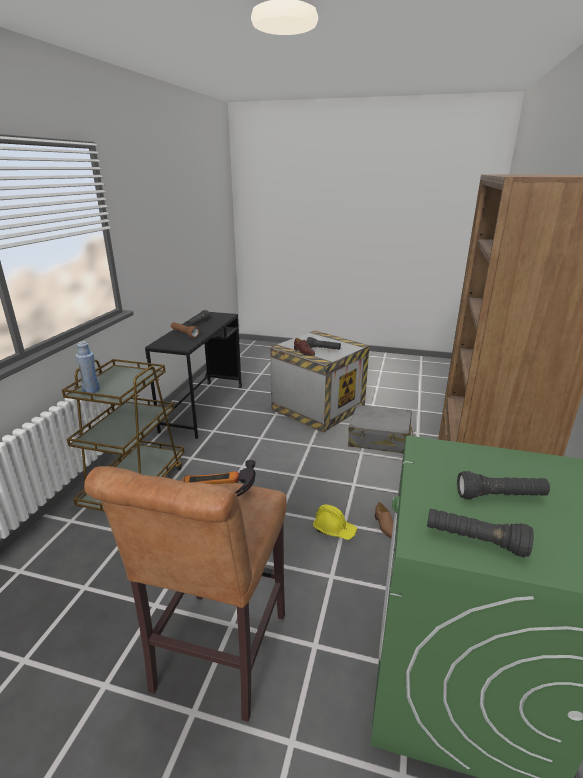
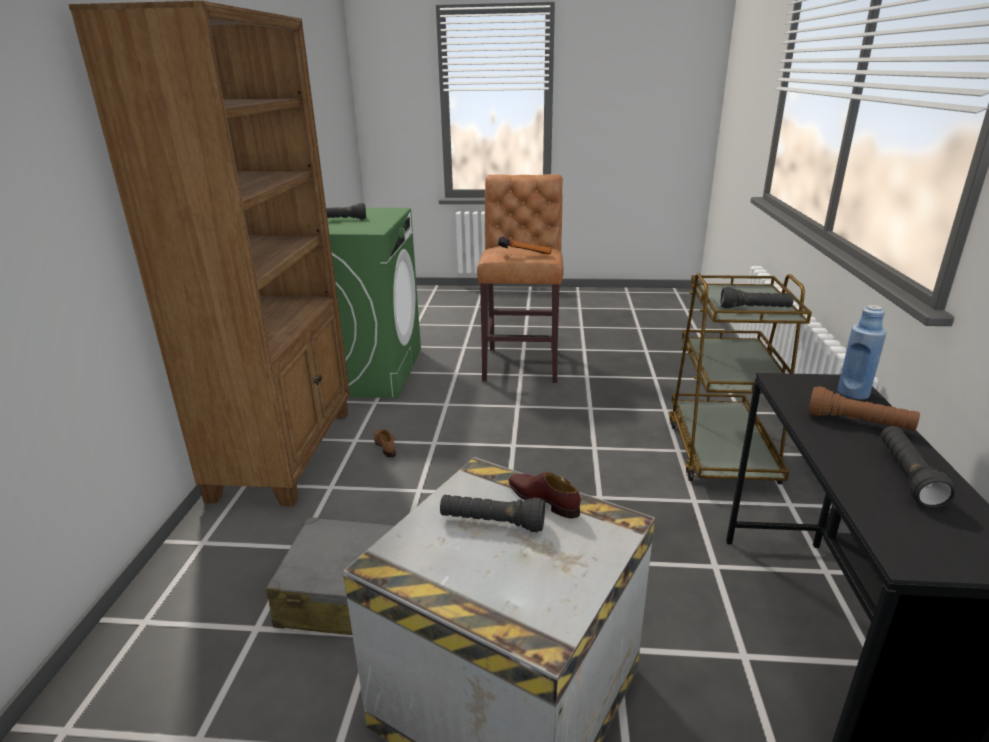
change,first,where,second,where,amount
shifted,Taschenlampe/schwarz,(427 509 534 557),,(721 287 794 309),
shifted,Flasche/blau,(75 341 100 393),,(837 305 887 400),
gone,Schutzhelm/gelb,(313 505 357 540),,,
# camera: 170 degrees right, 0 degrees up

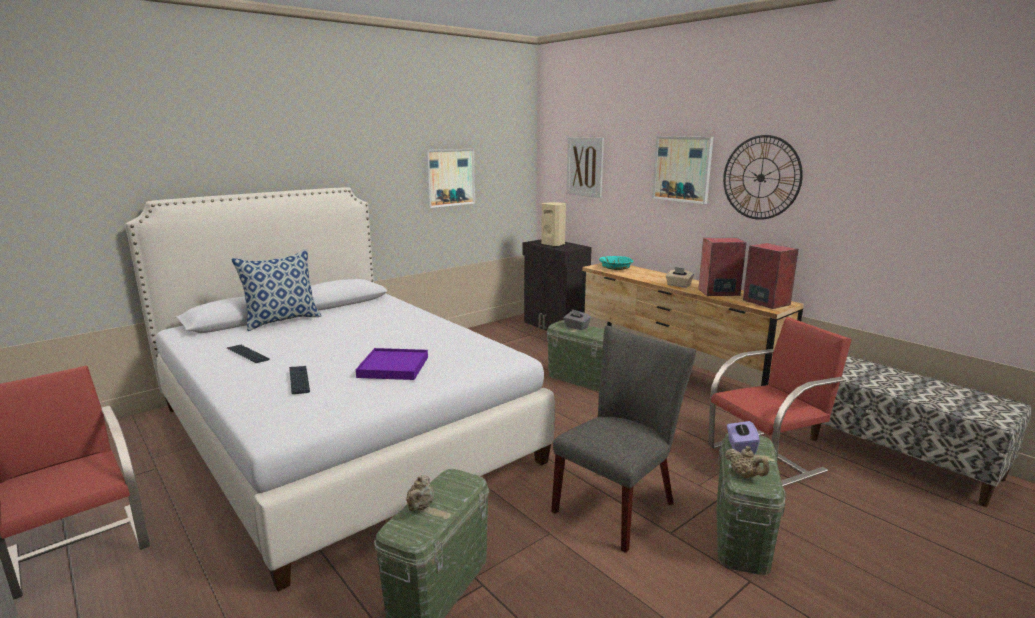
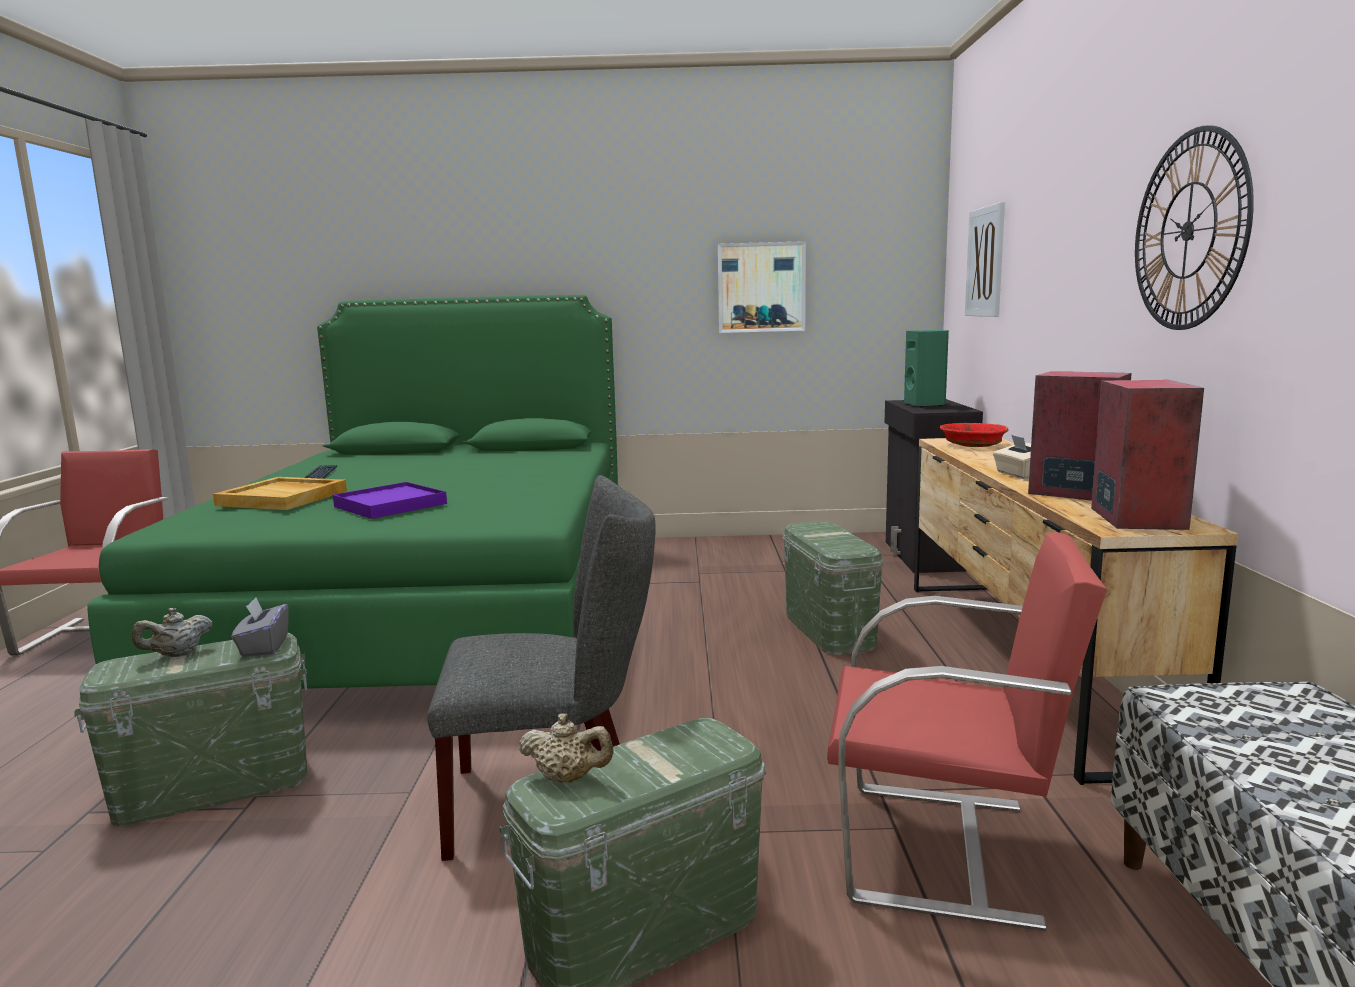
change,first,where,second,where,amount
repainted,Bett/weiß,(125 187 555 592),Bett/grün,(87 295 618 689),
swapped,Tastatur,(289 366 310 394),Tablett/beige,(213 477 347 510),
shifted,Taschentuchbox/grau,(563 309 591 330),,(232 597 289 657),
rotated,Teekanne/beige,(725 446 770 478),,(519 714 614 783),75 degrees counterclockwise
repainted,Lautsprecher/beige,(541 202 566 247),Lautsprecher/grün,(904 330 949 407),
repainted,Schüssel/türkis,(599 256 633 270),Schüssel/rot,(940 423 1008 447),
gone,Kissen,(231 249 322 331),,,
gone,Bild,(652 136 713 204),,,
gone,Taschentuchbox/lila,(727 419 760 455),,,
# camera: 40 degrees right, 5 degrees down

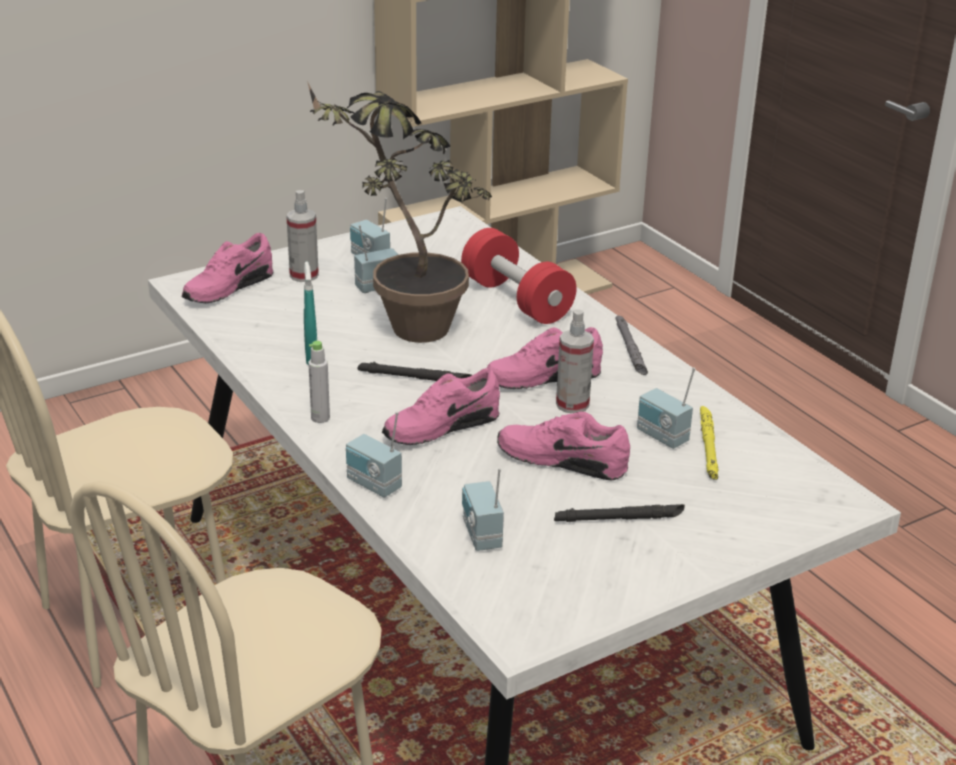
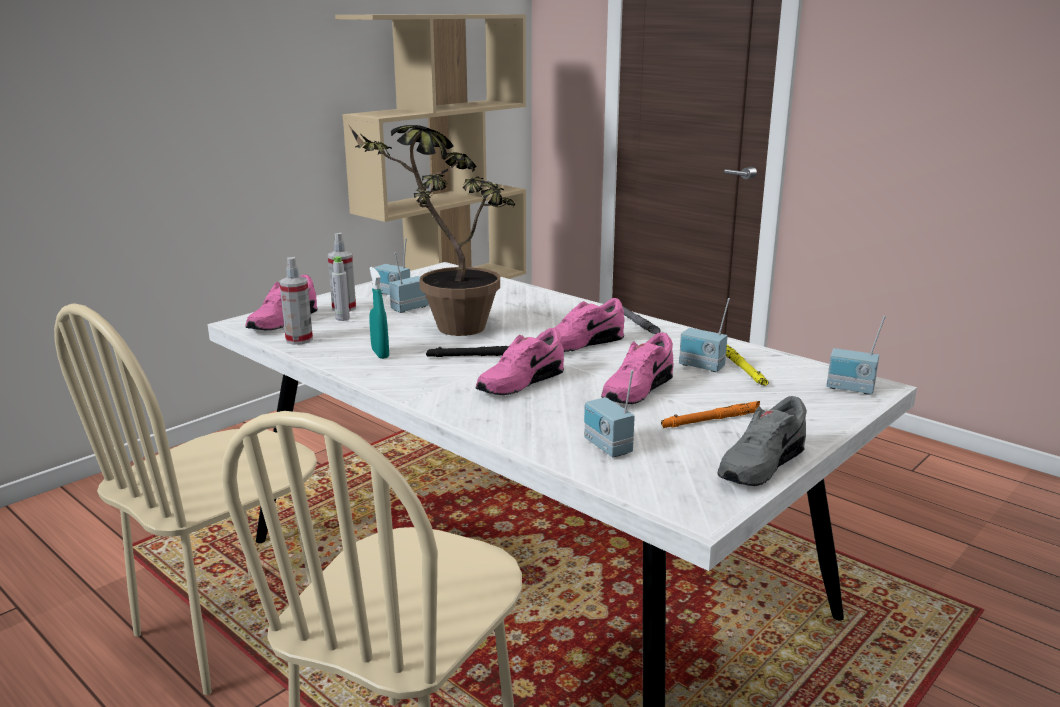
change,first,where,second,where,amount
shifted,Sprühflasche,(556 309 594 413),,(279 257 313 345),
shifted,Flasche/grau,(308 341 330 423),,(332 256 350 321),
rotated,Schuh/rosa,(497 411 630 481),,(601 333 674 404),60 degrees counterclockwise
repainted,Taschenlampe/schwarz,(554 504 685 522),Taschenlampe/orange,(661 401 760 428),
new,,,Schuh/grau,(718 396 807 486),
shifted,Radio,(346 412 402 498),,(827 316 886 395),
gone,Hantel/rot,(461 228 577 324),,,
# camera: 15 degrees left, 10 degrees down

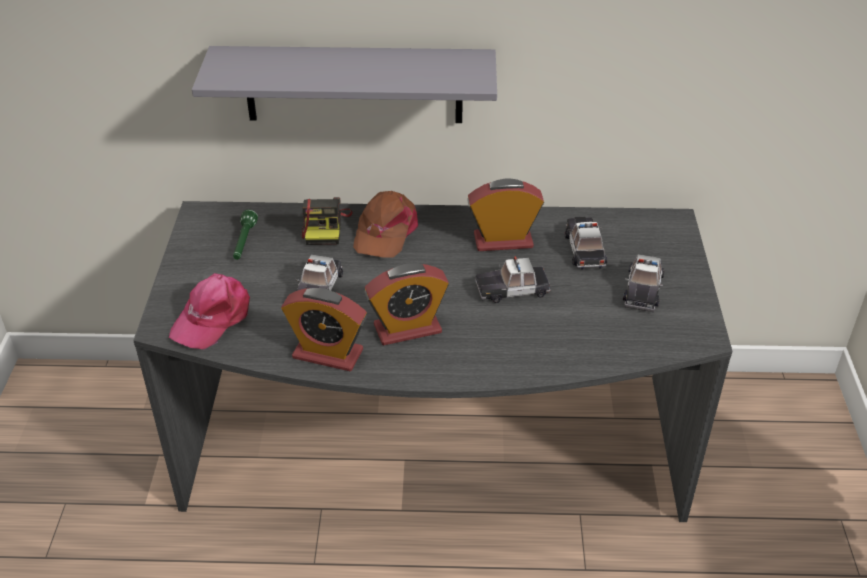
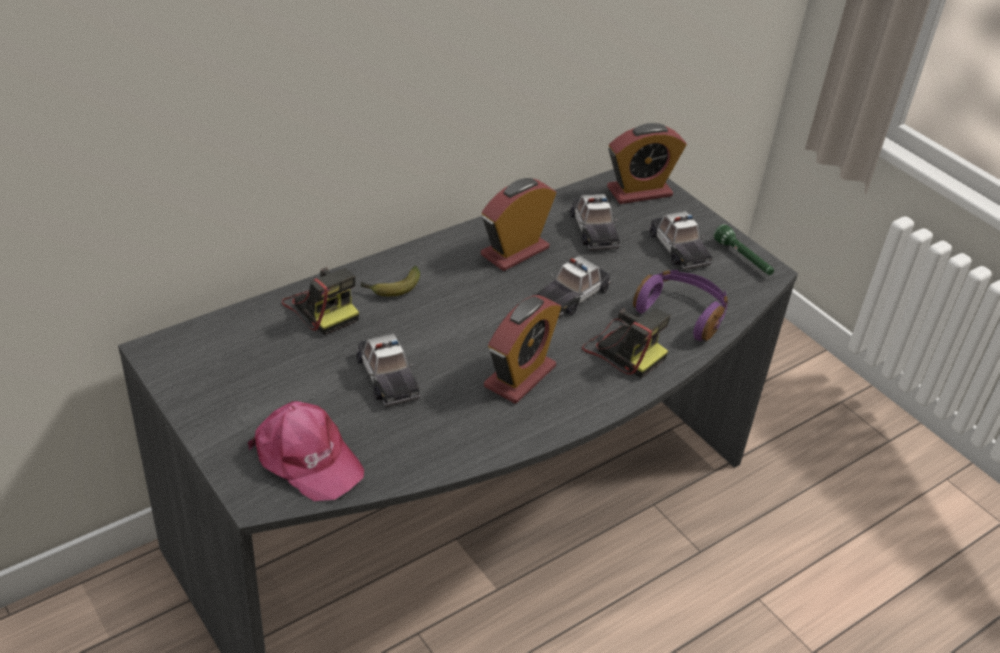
change,first,where,second,where,amount
rotated,Kappe/rosa,(169 273 250 349),,(248 401 364 501),45 degrees counterclockwise
swapped,Kappe/braun,(353 191 418 257),Banane,(360 266 420 297),
rotated,Spielzeugauto,(565 217 607 270),,(570 194 620 251),150 degrees counterclockwise
new,,,Kamera,(582 308 671 378),
shifted,Wecker,(281 288 367 371),,(607 123 687 204),
new,,,Kopfhörer/lila,(633 270 728 341),
shifted,Taschenlampe/grün,(233 210 258 260),,(714 224 774 275),
gone,Wandregal/grau,(192 46 497 123),,,
# camera: 40 degrees left, 0 degrees up

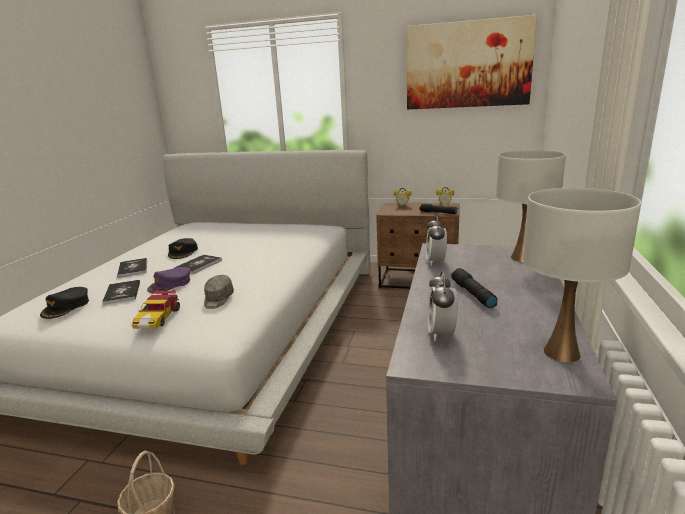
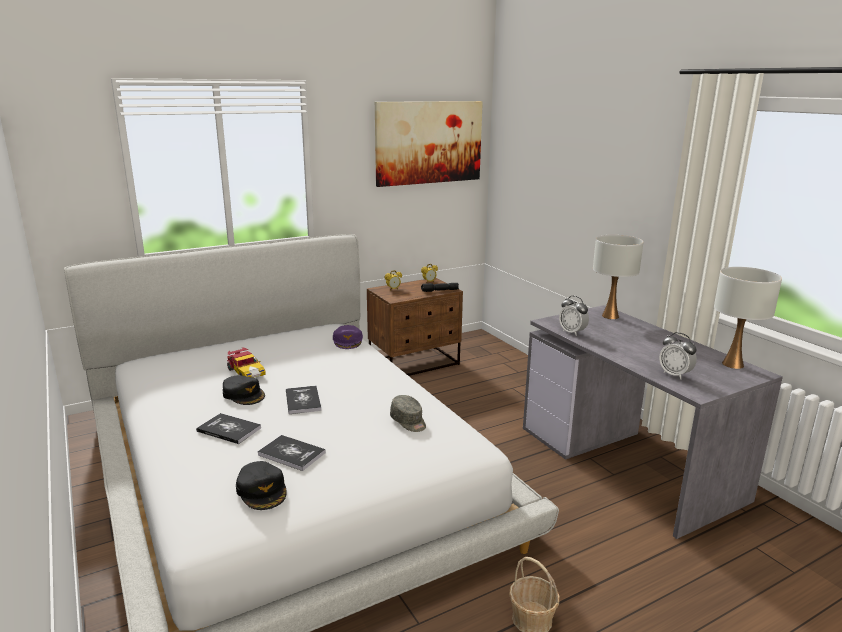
change,first,where,second,where,amount
shifted,Spielzeugauto,(132 289 180 329),,(227 347 266 378),
shifted,Kappe/lila,(147 267 191 293),,(333 325 363 349),
gone,Taschenlampe/schwarz,(451 268 497 308),,,
# camera: 45 degrees left, 0 degrees up

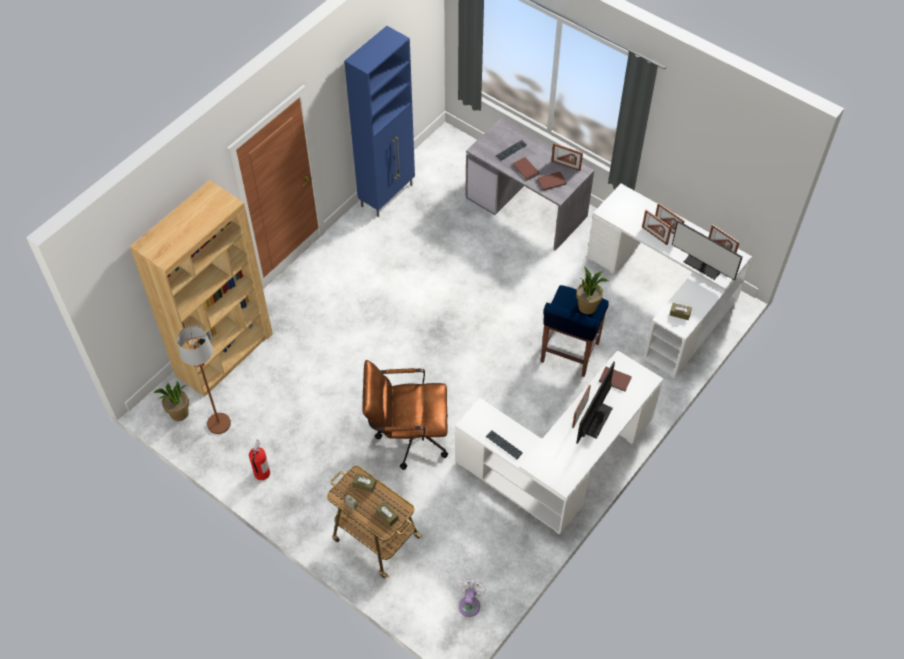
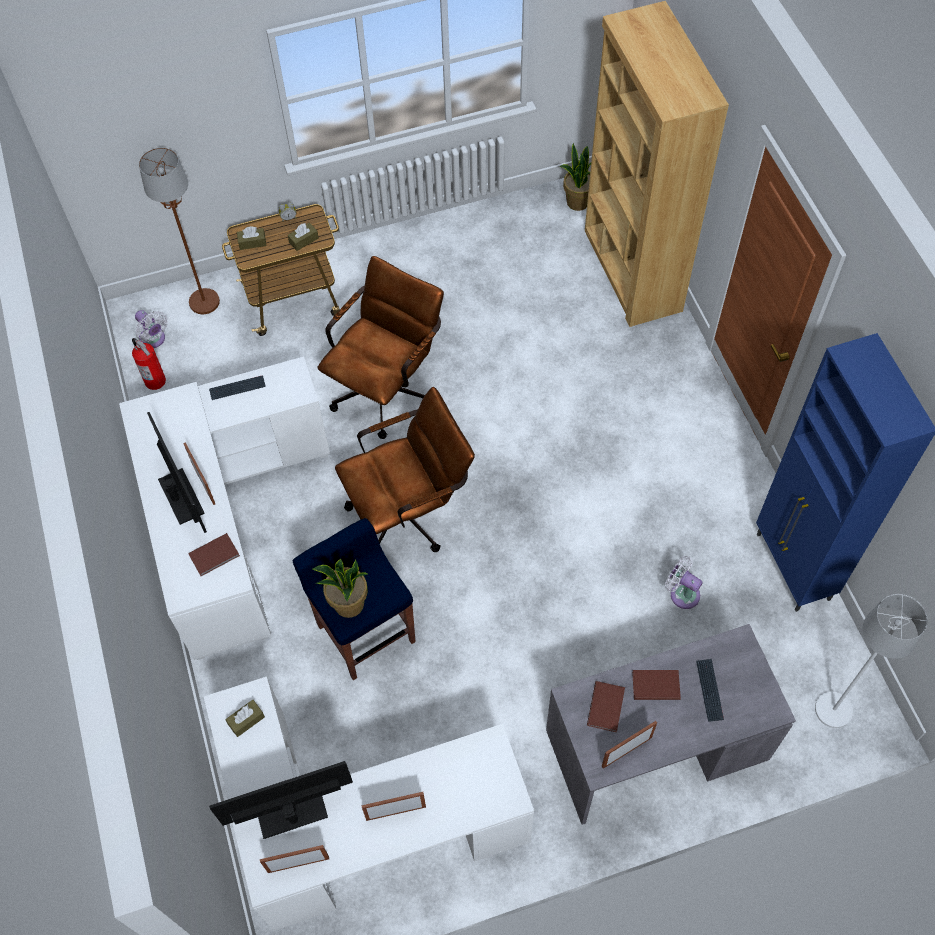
change,first,where,second,where,amount
shifted,Feuerlöscher,(249 440 270 480),,(132 338 166 390),
shifted,Stehlampe/braun,(177 326 231 434),,(139 148 220 314),
new,,,Bürostuhl/braun,(335 387 475 552),
new,,,Ventilator/weiß,(665 556 703 609),
new,,,Stehlampe/weiß,(815 594 928 728),
gone,Bilderrahmen,(642 209 672 245),,,
# camera: 125 degrees right, 5 degrees up

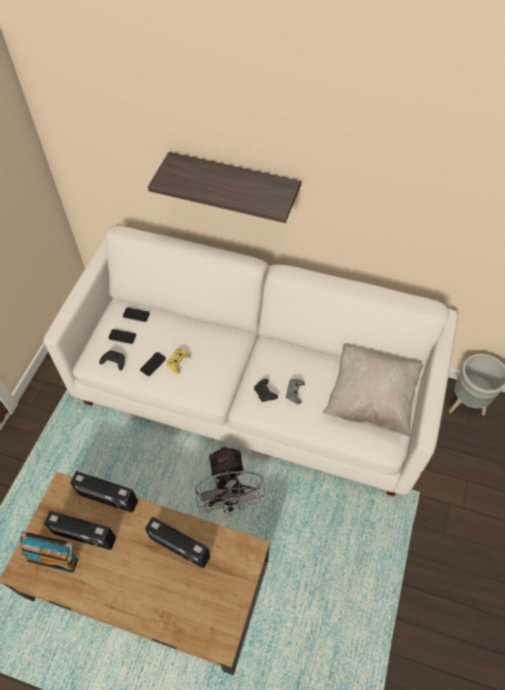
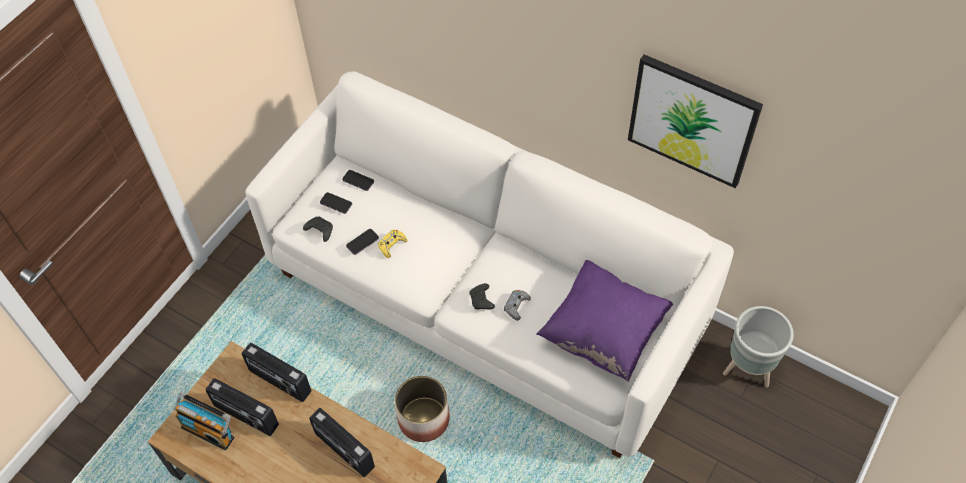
change,first,where,second,where,amount
swapped,Ventilator/grau,(195 445 265 513),Pflanzkübel,(395 376 450 442),
repainted,Kissen/beige,(322 343 423 437),Kissen/lila,(536 260 673 382),
new,,,Bild,(628 55 763 188),
gone,Wandregal,(148 152 301 223),,,
# camera: 15 degrees right, 0 degrees up

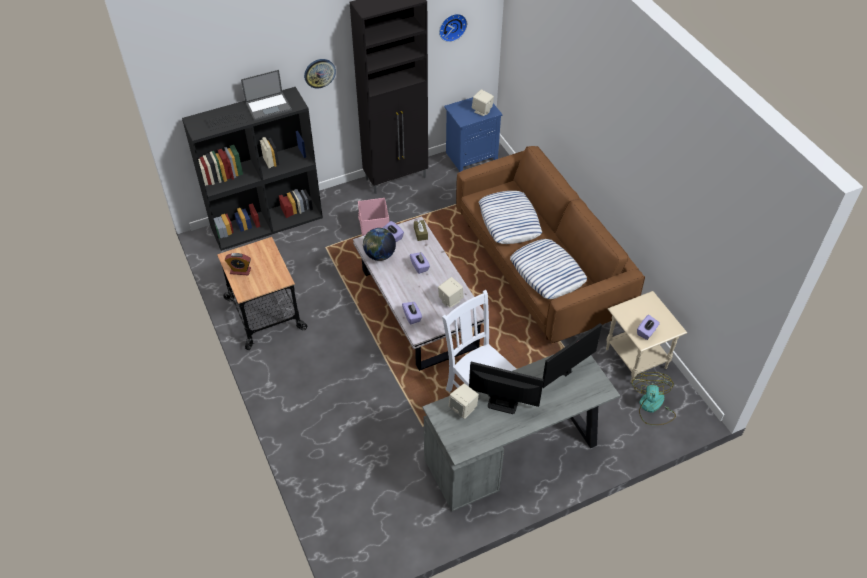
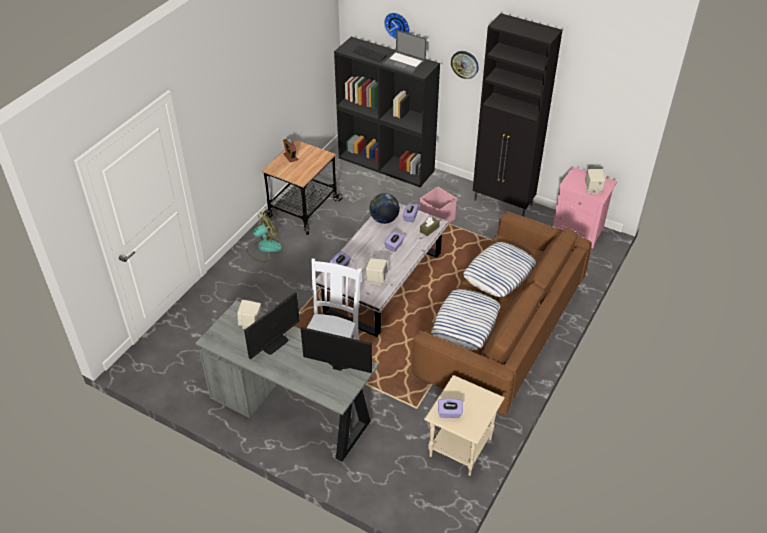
change,first,where,second,where,amount
rotated,Monitor,(469 362 544 414),,(244 292 300 359),60 degrees clockwise
shifted,Ventilator,(632 372 676 425),,(247 212 282 262),
shifted,Wanduhr,(439 14 467 42),,(384 12 410 39),
repainted,Nachttisch/blau,(444 97 503 172),Nachttisch/rosa,(553 167 617 248),
# camera: 55 degrees right, 5 degrees down

